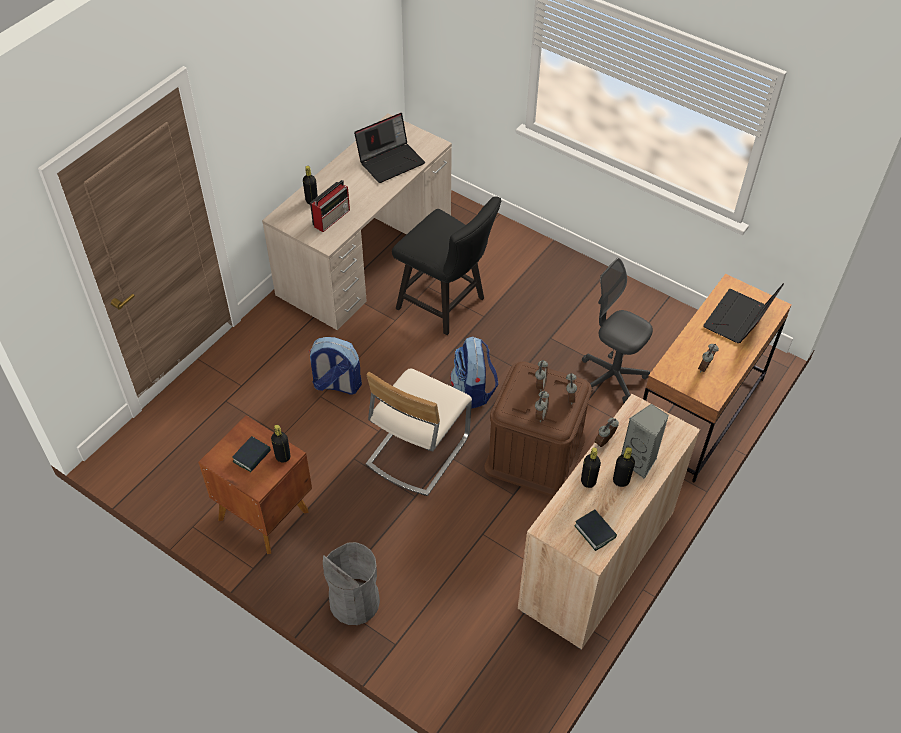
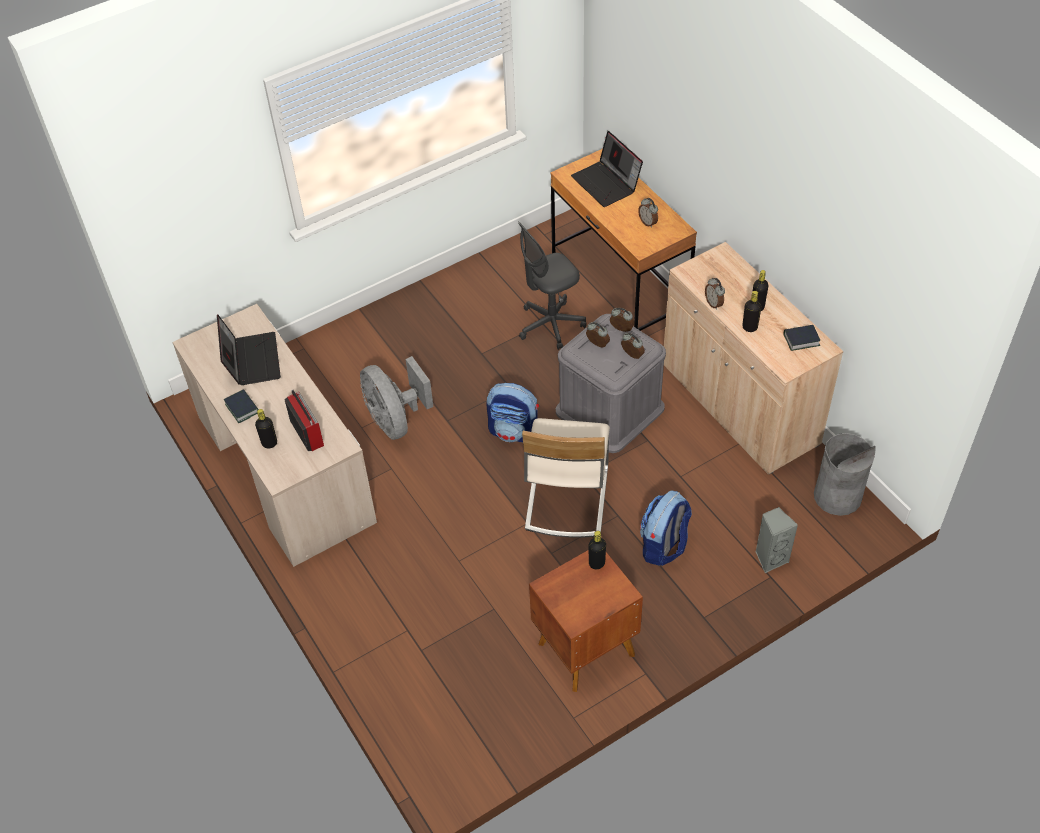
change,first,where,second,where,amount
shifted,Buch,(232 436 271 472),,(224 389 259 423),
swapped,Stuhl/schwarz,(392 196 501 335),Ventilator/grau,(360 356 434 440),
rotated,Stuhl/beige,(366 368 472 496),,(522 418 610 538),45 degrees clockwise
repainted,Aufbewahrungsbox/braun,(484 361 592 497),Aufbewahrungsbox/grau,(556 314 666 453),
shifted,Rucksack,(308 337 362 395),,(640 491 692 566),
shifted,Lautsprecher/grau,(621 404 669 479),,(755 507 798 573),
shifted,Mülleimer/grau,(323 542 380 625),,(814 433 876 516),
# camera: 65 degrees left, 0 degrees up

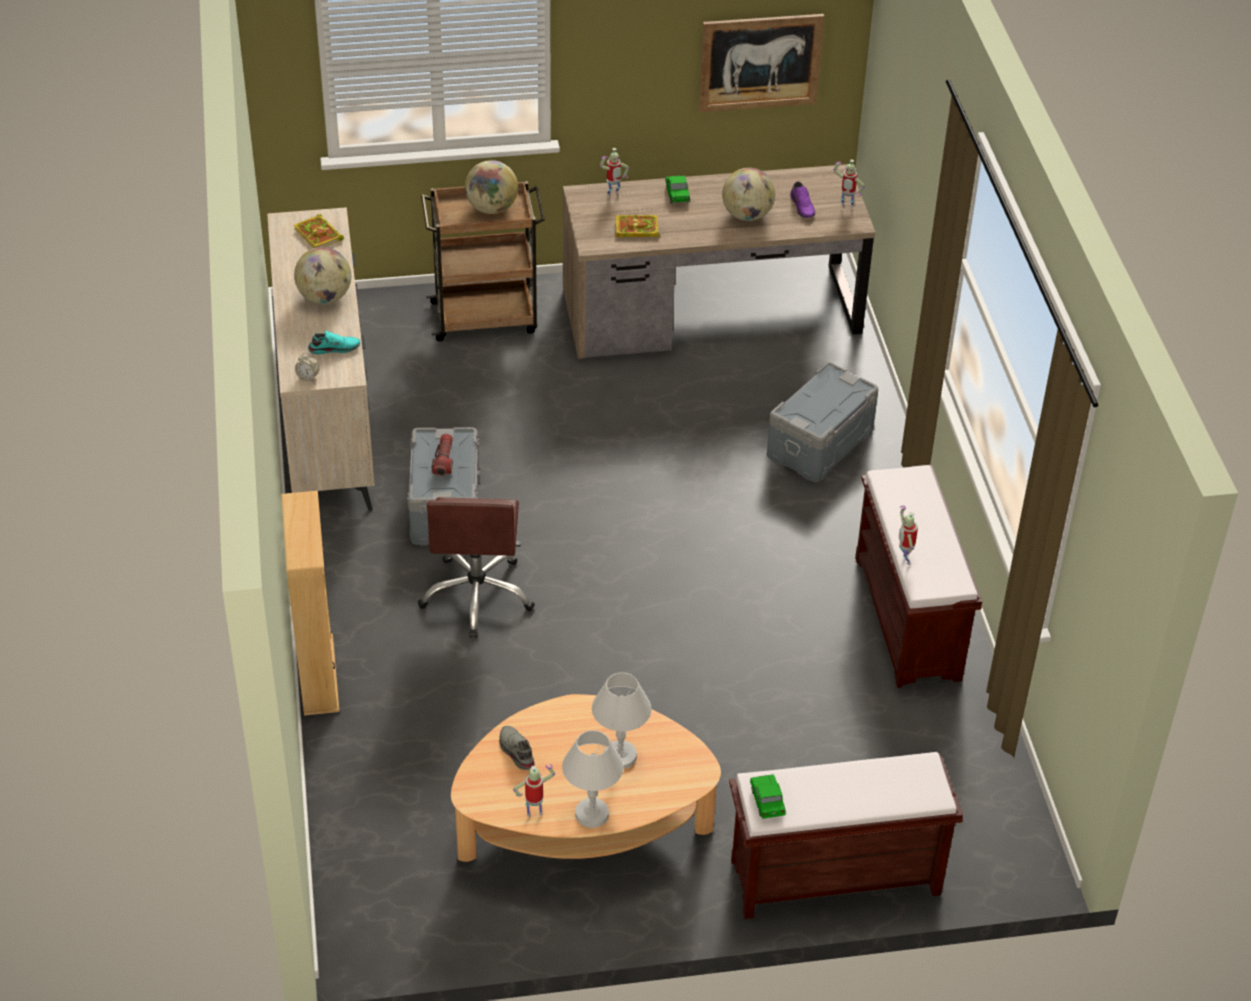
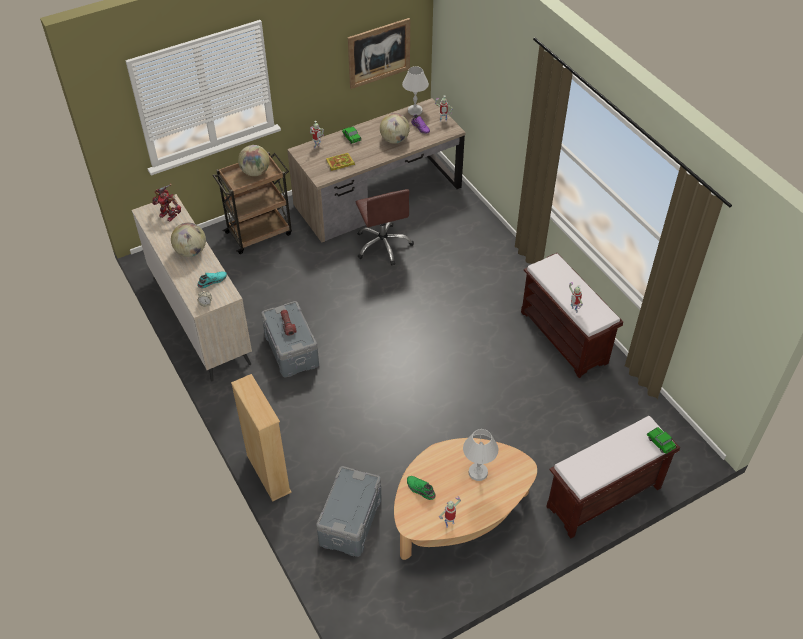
change,first,where,second,where,amount
swapped,Buch,(294 214 344 248),Spielzeugroboter,(152 184 181 221),
shifted,Aufbewahrungsbox/grau,(767 362 878 482),,(316 466 381 557),
shifted,Bürostuhl/braun,(418 497 535 638),,(356 189 414 266),
shifted,Tischlampe/weiß,(562 730 623 828),,(402 66 429 115),
repainted,Schuh/grau,(499 726 535 770),Schuh/grün,(407 476 436 500),
shifted,Spielzeugauto,(750 774 786 819),,(647 427 676 454),
# camera: 20 degrees left, 5 degrees up

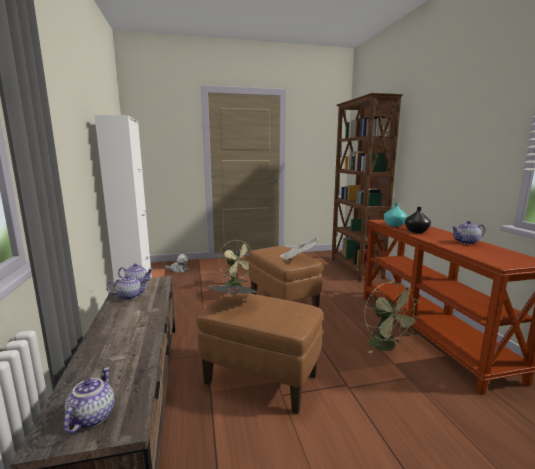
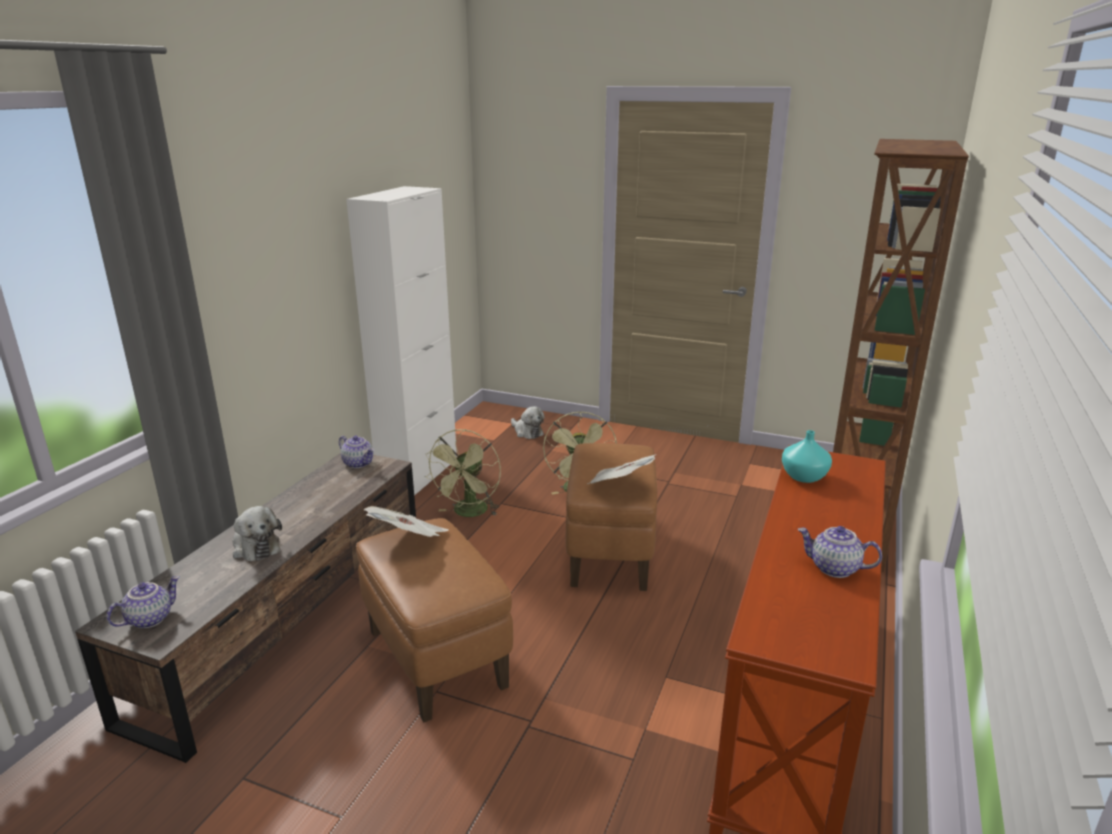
change,first,where,second,where,amount
new,,,Plüschtier,(232 506 282 561),
shifted,Ventilator/grün,(364 282 421 354),,(425 429 501 517),
gone,Teekanne,(107 275 149 300),,,
gone,Vase/schwarz,(405 207 431 233),,,
# camera: 35 degrees right, 10 degrees up

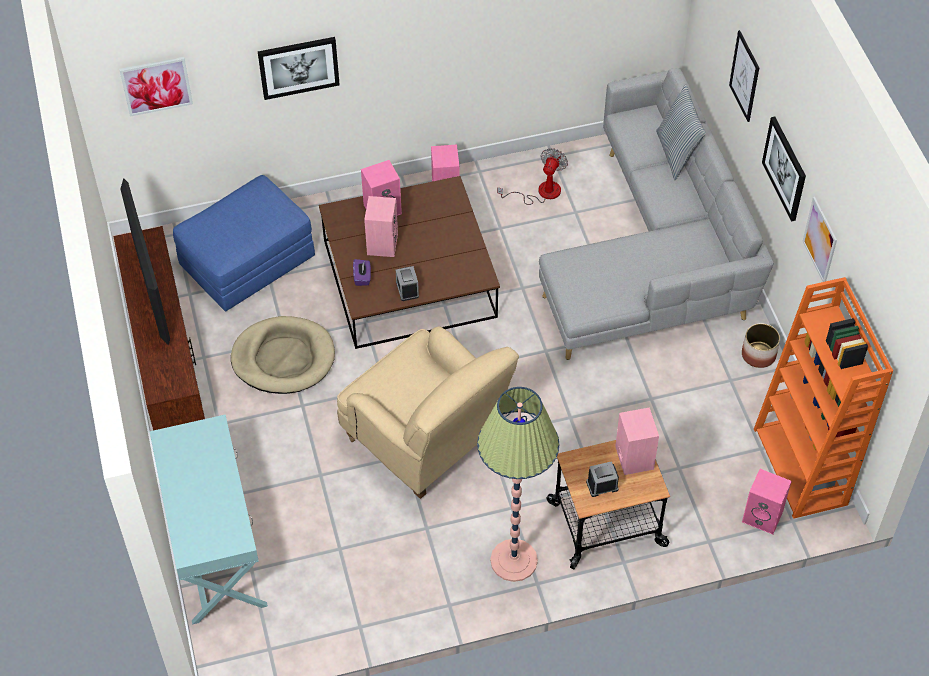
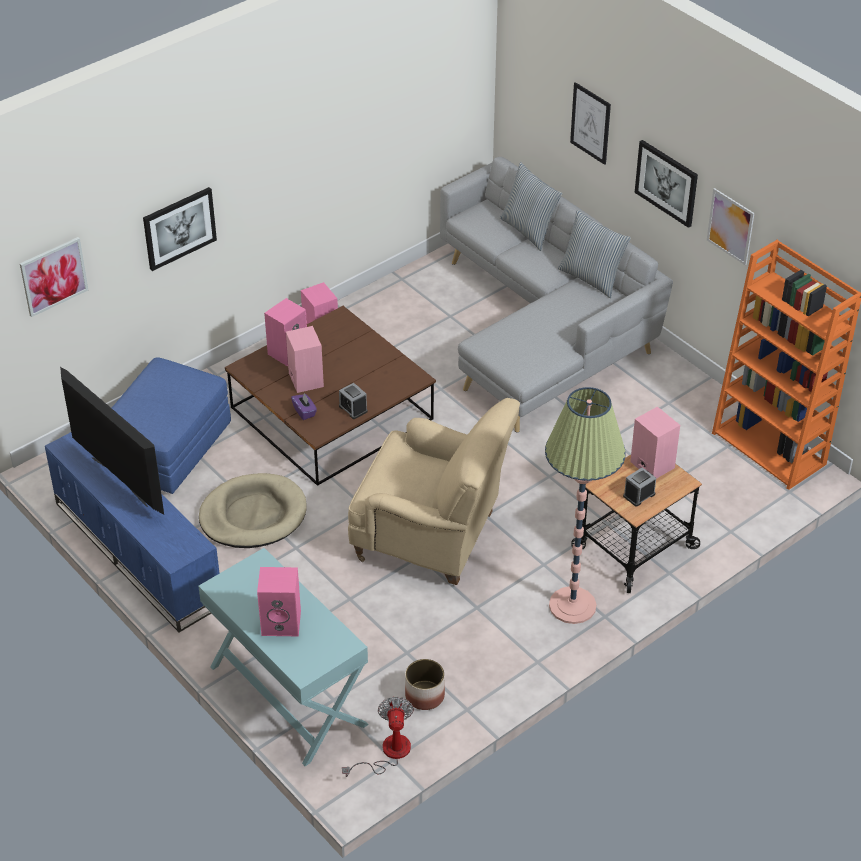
change,first,where,second,where,amount
repainted,Fernsehschrank/braun,(114 226 205 430),Fernsehschrank/blau,(45 432 219 632),
shifted,Lautsprecher/rosa,(742 469 792 534),,(257 567 301 636),
shifted,Ventilator,(497 148 568 205),,(342 697 414 777),
shifted,Pflanzkübel,(742 323 780 368),,(405 659 445 710),
new,,,Kissen,(558 210 631 298),
# camera: 25 degrees left, 10 degrees down

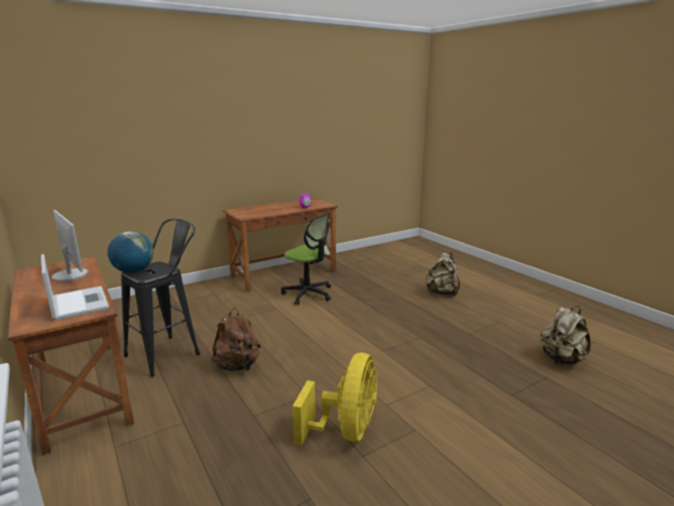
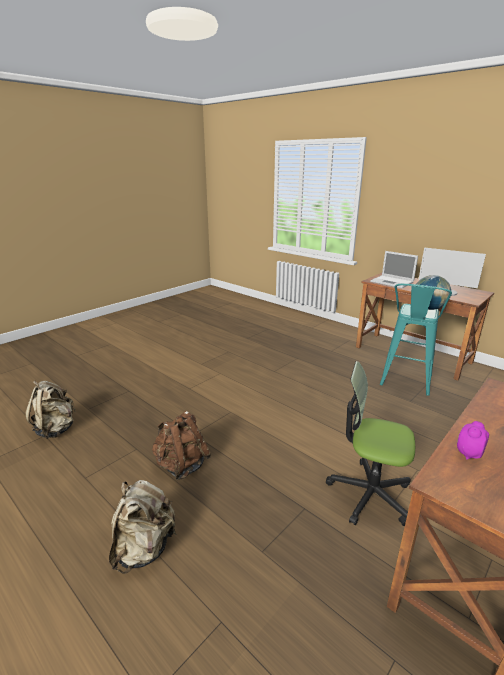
change,first,where,second,where,amount
shifted,Rucksack/braun,(211 308 261 371),,(152 411 211 480),
repainted,Hocker/schwarz,(121 219 200 377),Hocker/türkis,(380 284 452 396),
gone,Ventilator/gelb,(293 353 377 445),,,
# camera: 165 degrees right, 5 degrees up

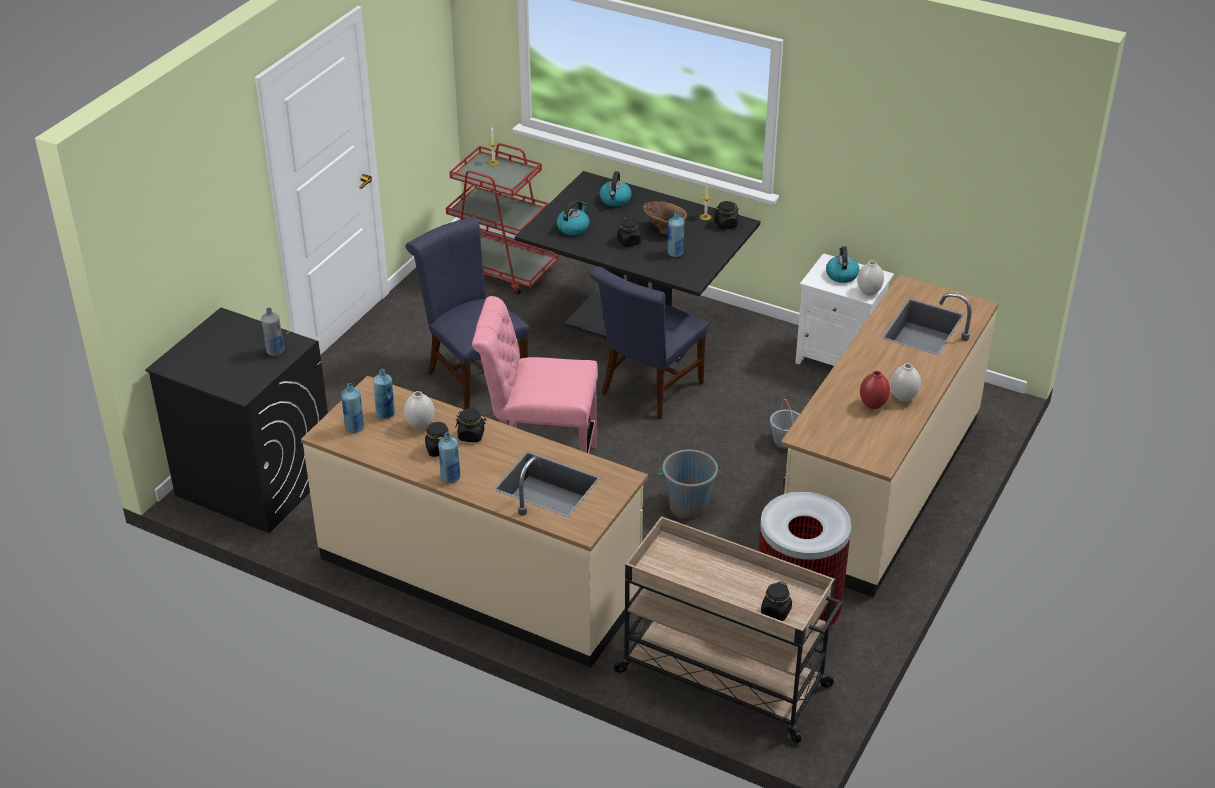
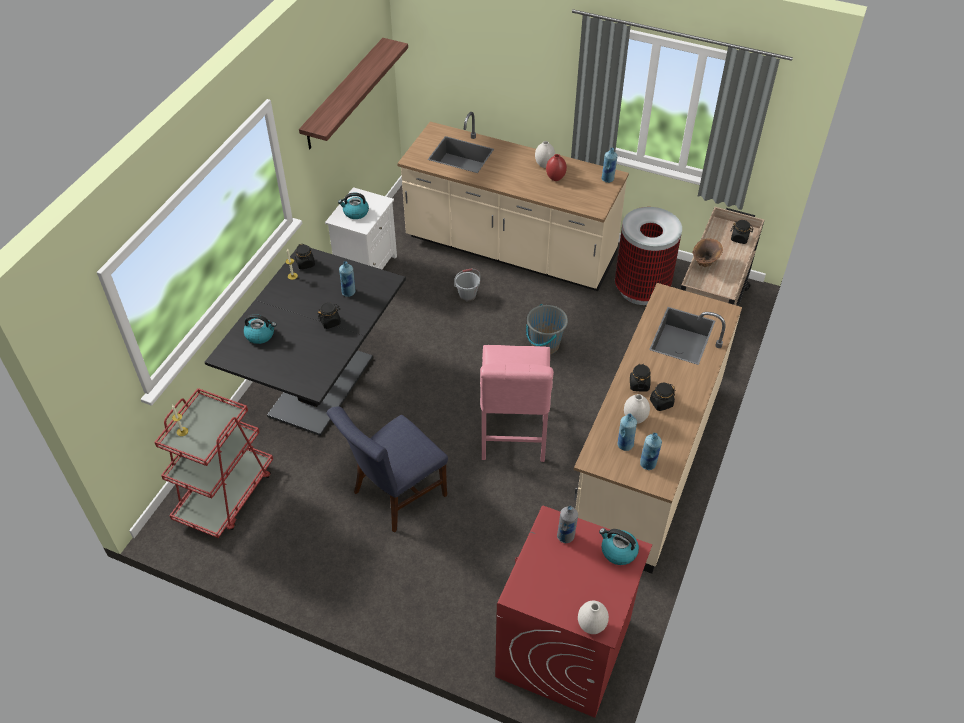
change,first,where,second,where,amount
new,,,Wandregal,(299 38 408 149),
repainted,Waschmaschine/schwarz,(145 307 328 533),Waschmaschine/rot,(495 506 652 718),
shifted,Vase/weiß,(857 261 884 296),,(578 601 609 634),
shifted,Wasserkessel,(557 200 589 235),,(599 528 639 565),
shifted,Flasche/blau,(438 432 460 483),,(602 148 618 183),
shifted,Vase/braun,(643 201 687 235),,(692 238 723 267),
gone,Stuhl/blau,(589 267 708 420),,,
# camera: 95 degrees left, 10 degrees up

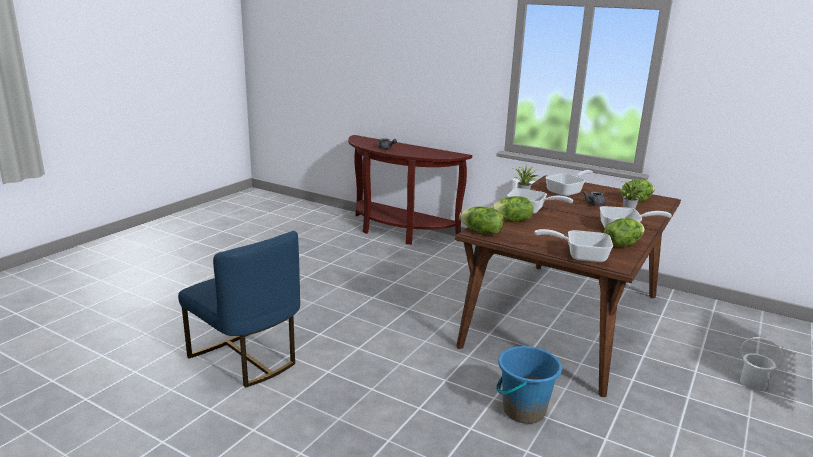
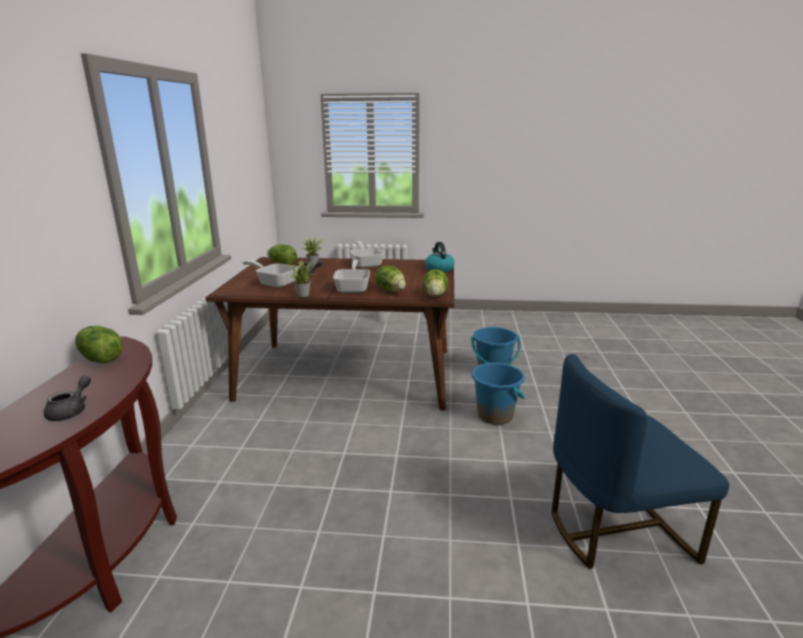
change,first,where,second,where,amount
shifted,Salatkopf,(604 218 645 247),,(75 326 123 363),
swapped,Pfanne,(534 229 613 263),Wasserkessel,(425 242 455 273),
new,,,Eimer/blau,(472 363 525 425),
rotated,Stuhl/blau,(178 231 300 388),,(551 354 729 569),120 degrees counterclockwise
# camera: 115 degrees left, 0 degrees up

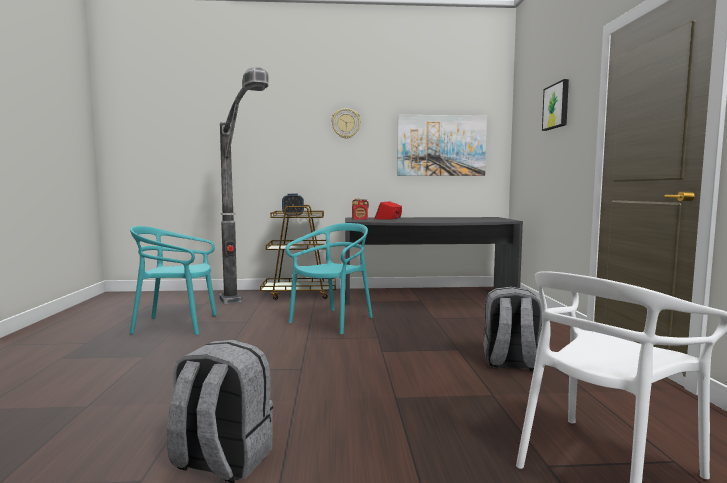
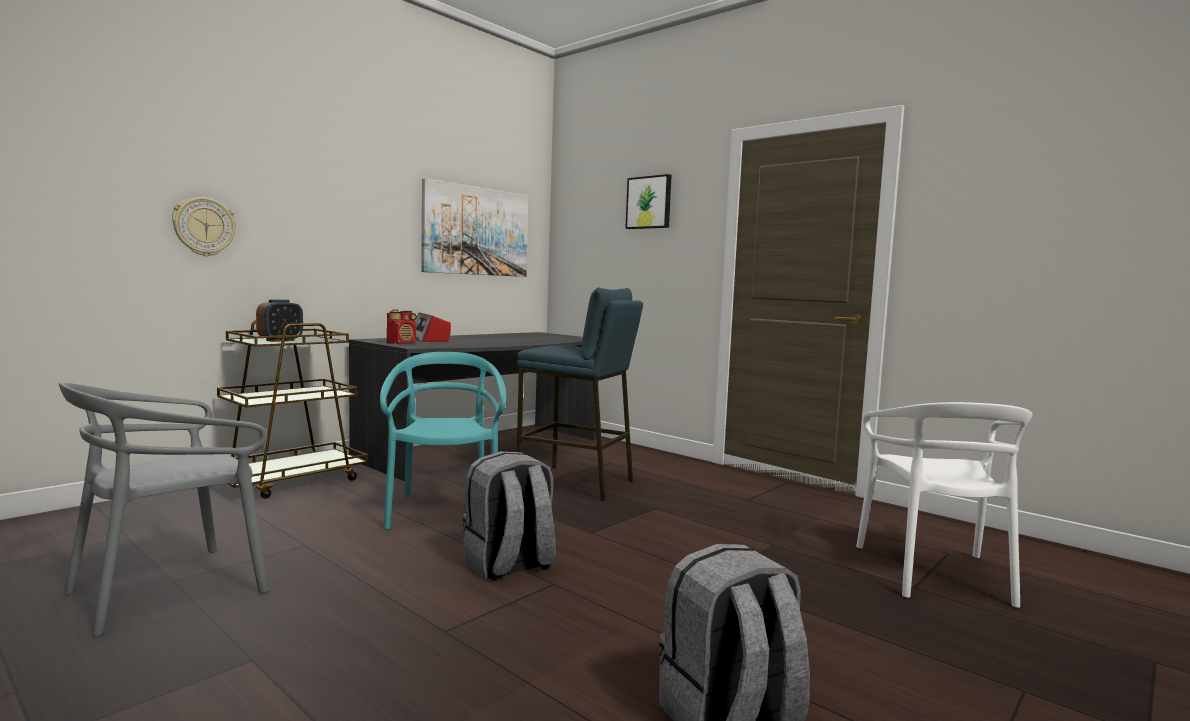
change,first,where,second,where,amount
repainted,Stuhl/türkis,(130 226 217 335),Stuhl/grau,(59 382 269 636),
shifted,Wanduhr,(331 108 361 139),,(172 197 236 256),
shifted,Rucksack/grau,(483 287 542 371),,(463 451 556 580),
new,,,Hocker/blau,(517 287 643 501),
gone,Stehlampe,(219 67 269 304),,,
# camera: 45 degrees left, 0 degrees up

